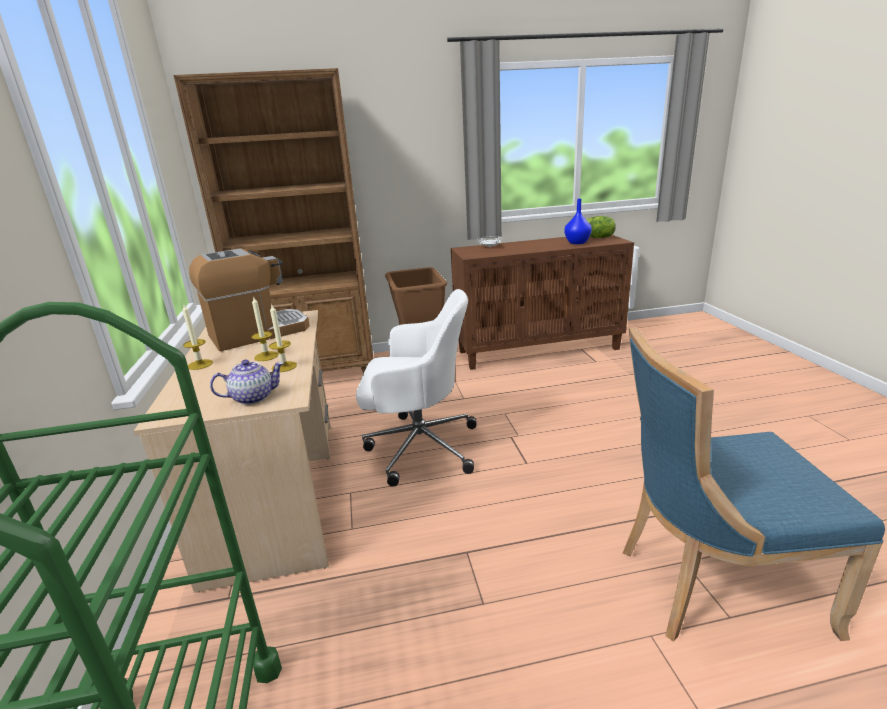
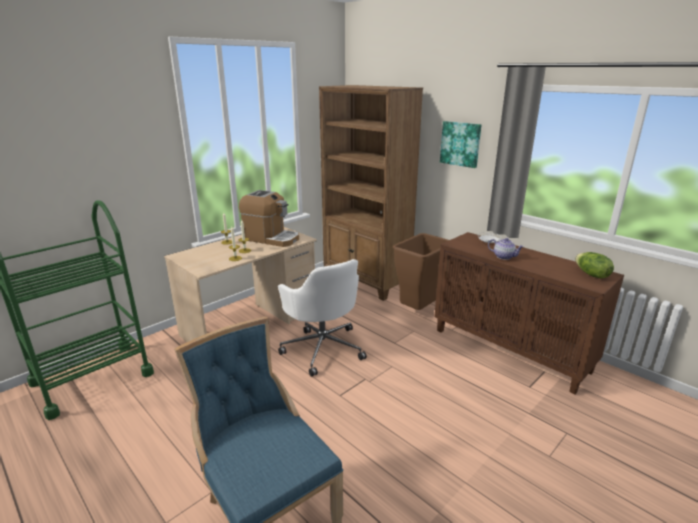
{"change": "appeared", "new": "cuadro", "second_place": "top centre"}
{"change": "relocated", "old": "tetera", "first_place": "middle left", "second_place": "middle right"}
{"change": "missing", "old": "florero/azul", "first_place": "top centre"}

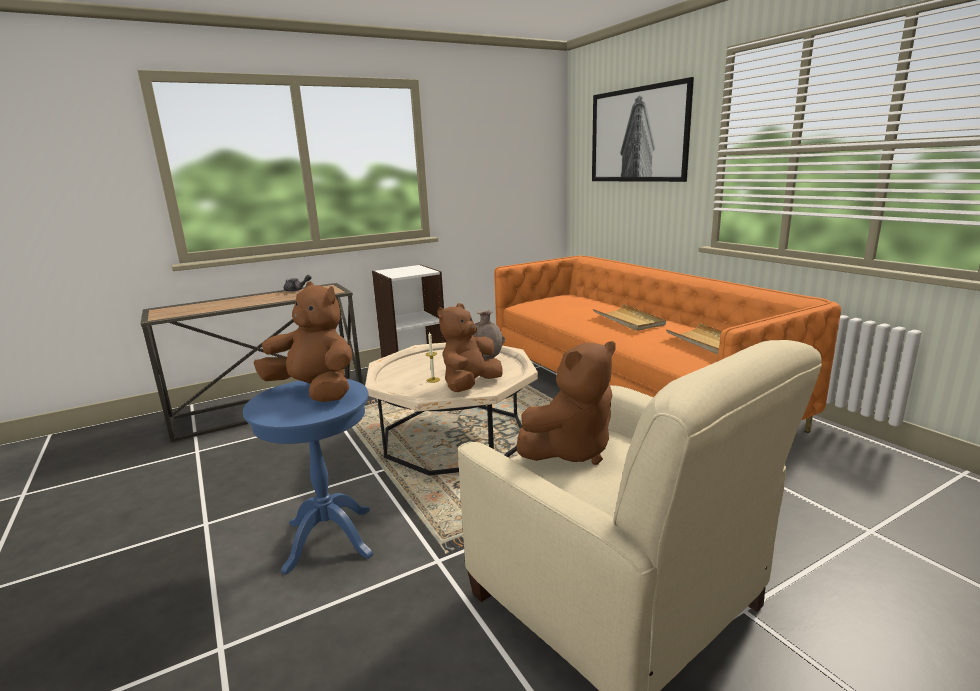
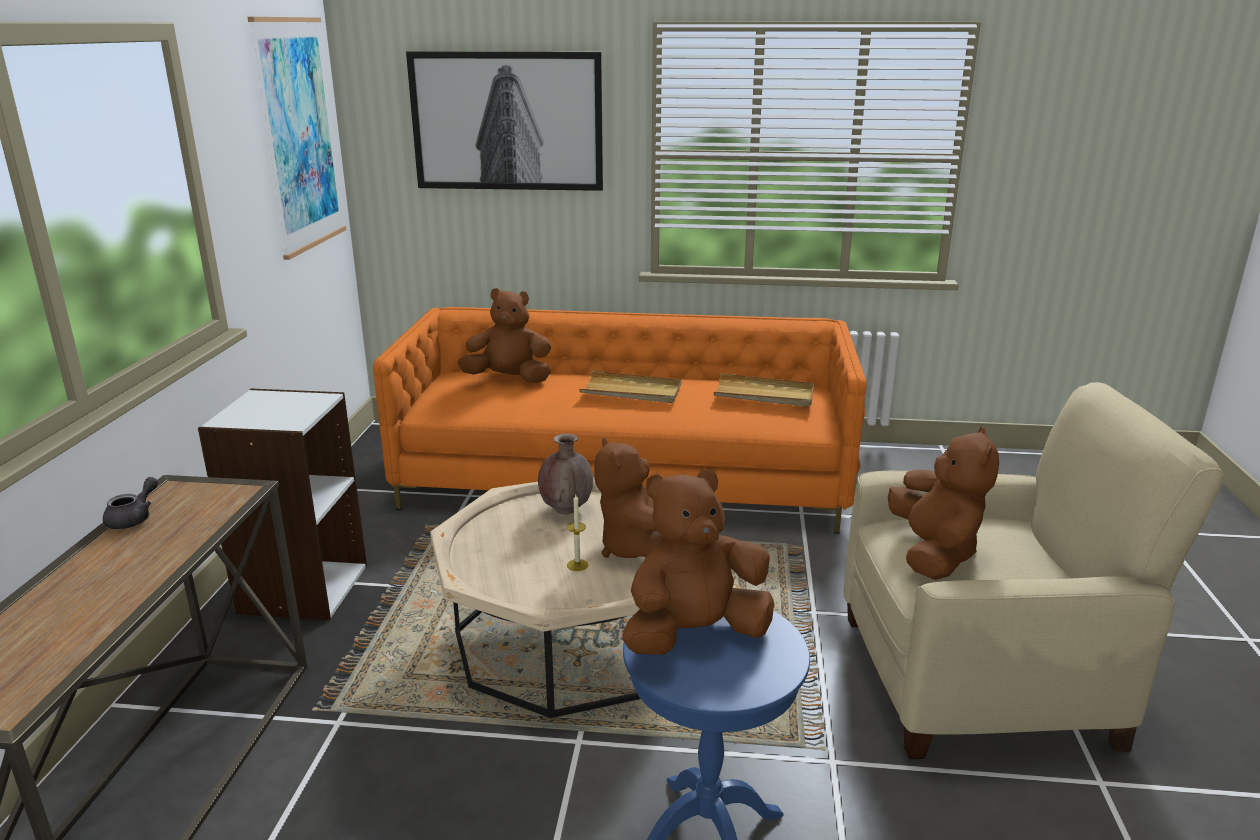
{"change": "appeared", "new": "cuadro (no. 1 from left)", "second_place": "top left"}
{"change": "appeared", "new": "peluche/marrón (no. 1 from left)", "second_place": "centre"}

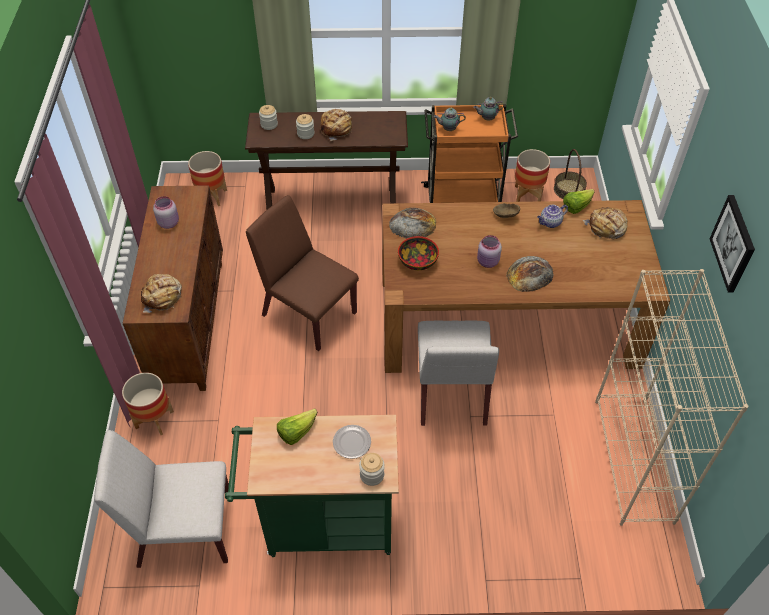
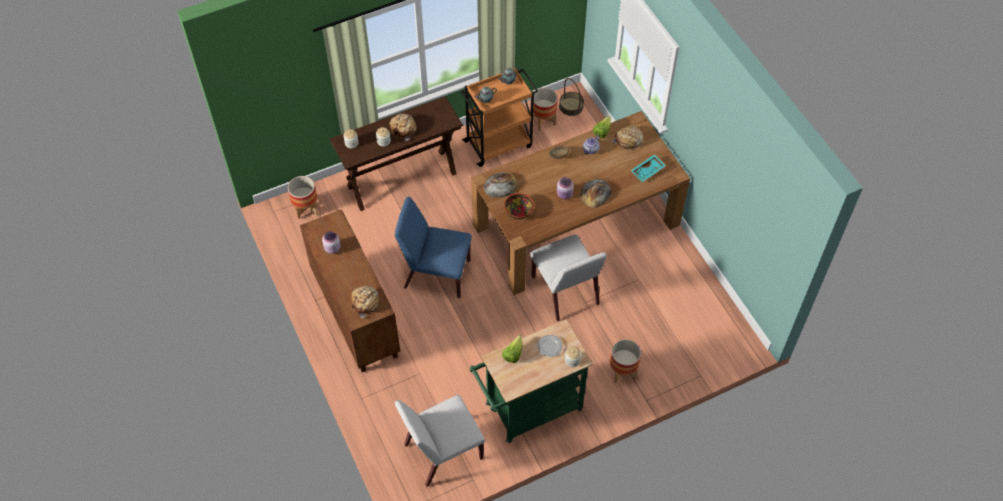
{"change": "colour", "old": "silla/marrón", "new": "silla/azul", "first_place": "centre", "second_place": "centre"}
{"change": "relocated", "old": "maceta (no. 1 from left in the first image)", "new": "maceta (no. 3 from left)", "first_place": "middle left", "second_place": "bottom centre"}
{"change": "appeared", "new": "bandeja/turquesa", "second_place": "centre"}
{"change": "missing", "old": "estantería/beis", "first_place": "middle right"}
{"change": "missing", "old": "cuadro", "first_place": "middle right"}

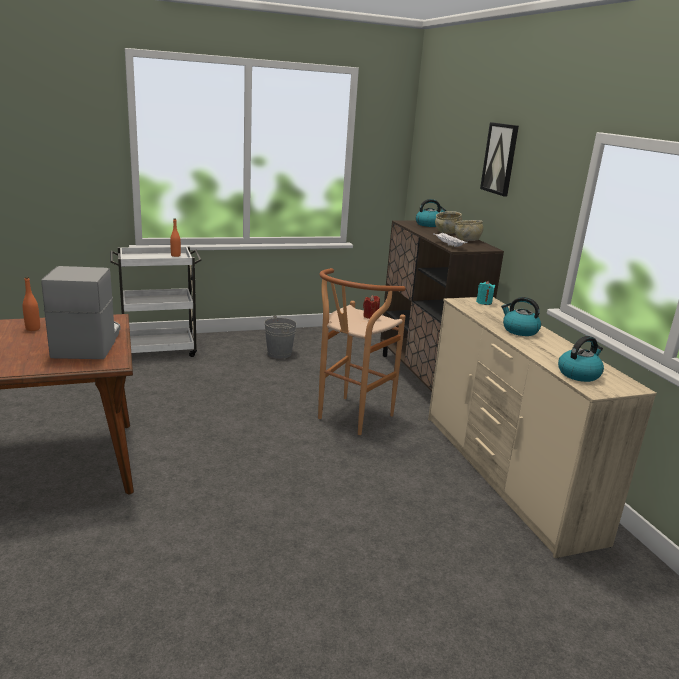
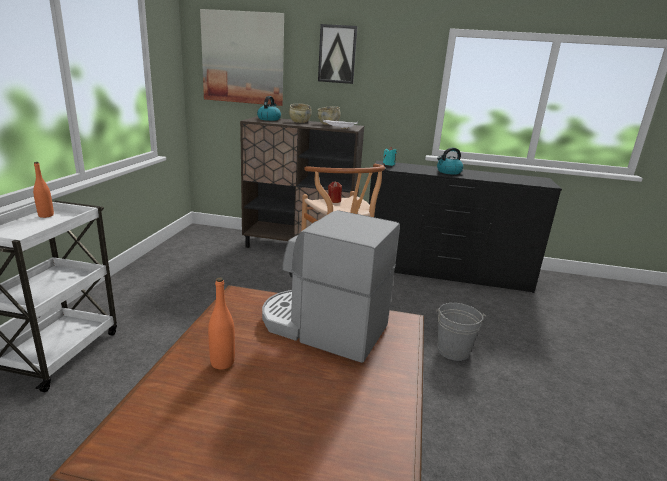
{"change": "appeared", "new": "cuadro (no. 1 from left)", "second_place": "top centre"}
{"change": "colour", "old": "cómoda/beis", "new": "cómoda/negro", "first_place": "middle right", "second_place": "middle right"}
{"change": "relocated", "old": "cubo/gris", "first_place": "centre", "second_place": "bottom right"}
{"change": "missing", "old": "hervidor (no. 3 from left)", "first_place": "middle right"}

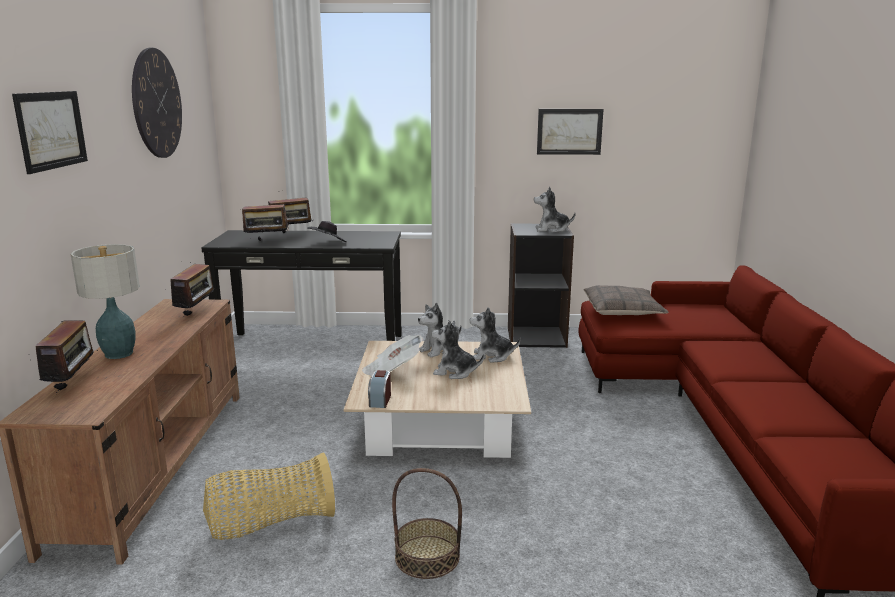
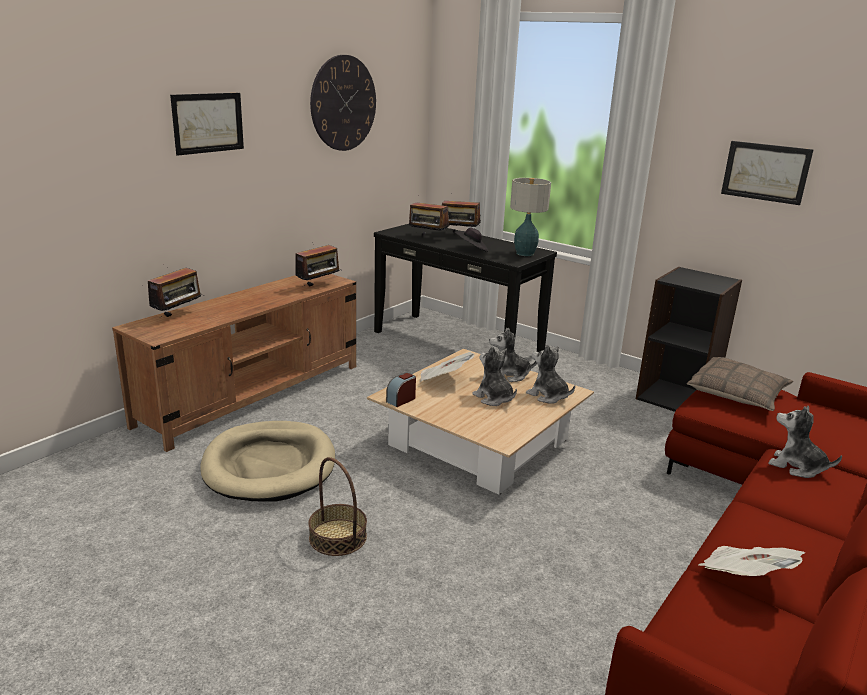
{"change": "exchanged", "old": "cesta (no. 1 from left)", "new": "cama para perro/beis", "first_place": "bottom left", "second_place": "middle left"}
{"change": "relocated", "old": "lámpara de mesa", "first_place": "middle left", "second_place": "top centre"}
{"change": "appeared", "new": "periódico (no. 2 from left)", "second_place": "bottom right"}
{"change": "relocated", "old": "peluche (no. 4 from left)", "first_place": "centre", "second_place": "middle right"}

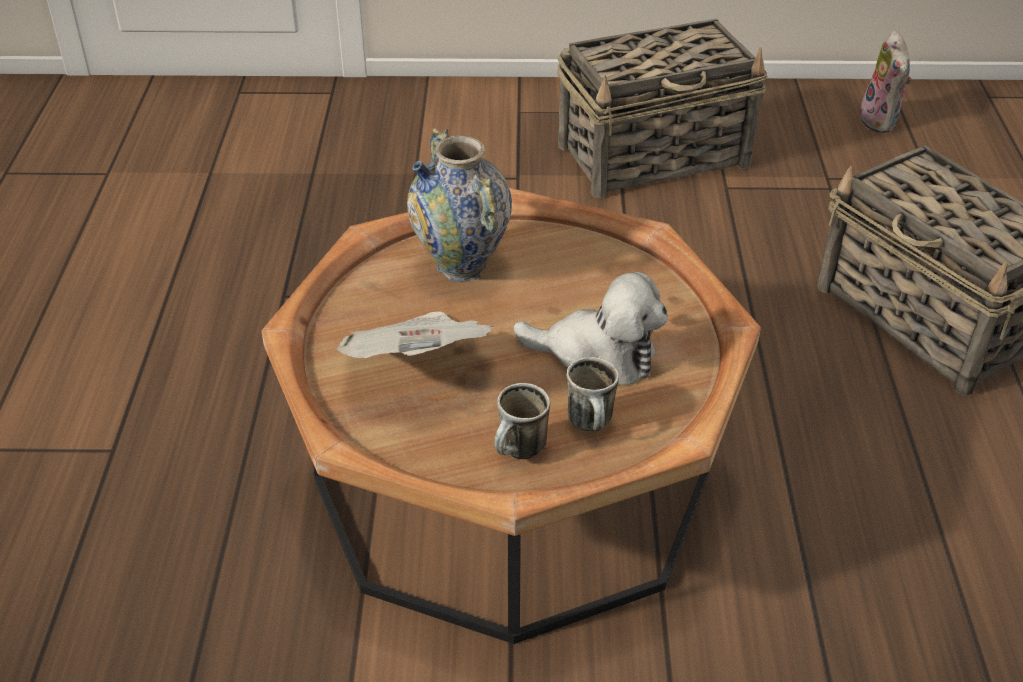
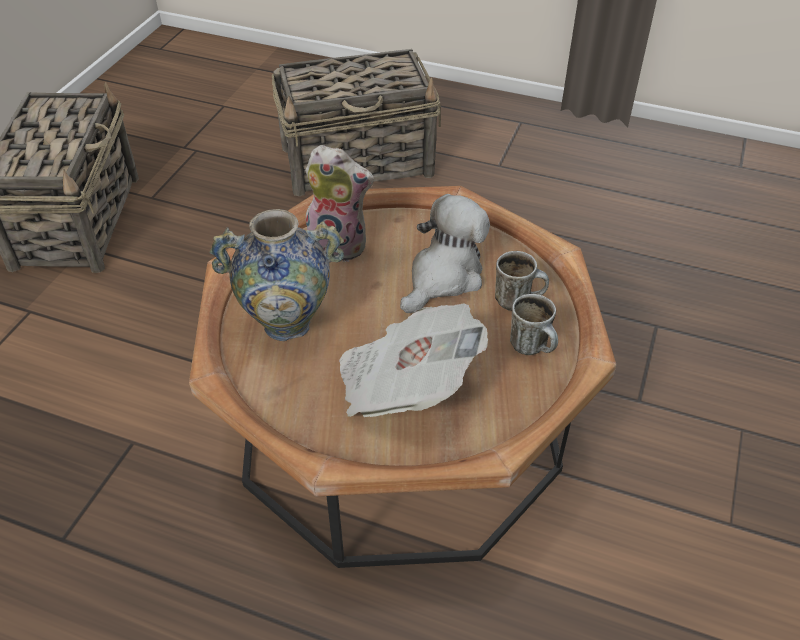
{"change": "relocated", "old": "peluche (no. 2 from left in the first image)", "new": "peluche (no. 1 from left)", "first_place": "top right", "second_place": "top centre"}

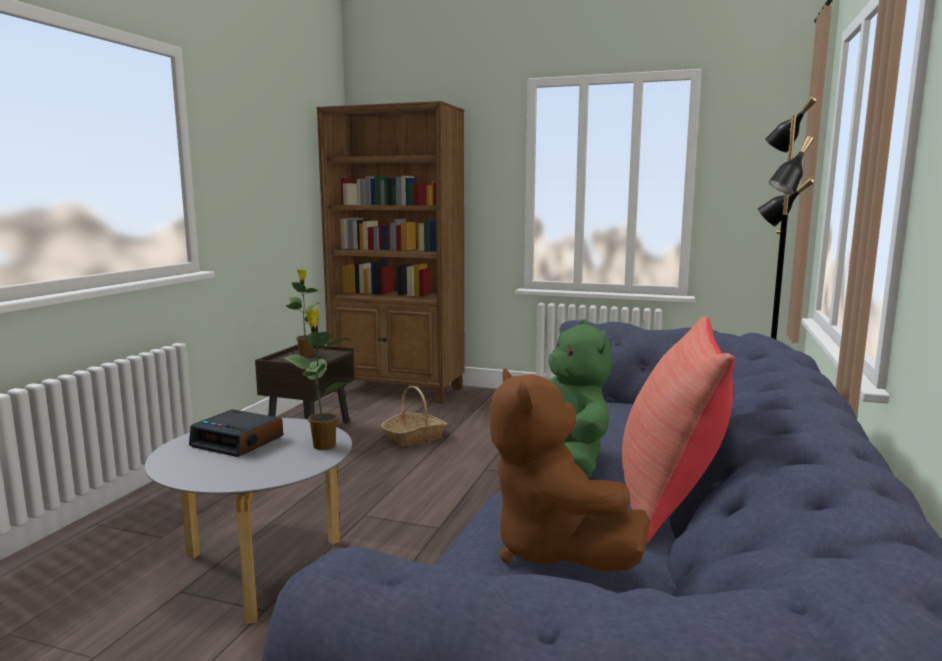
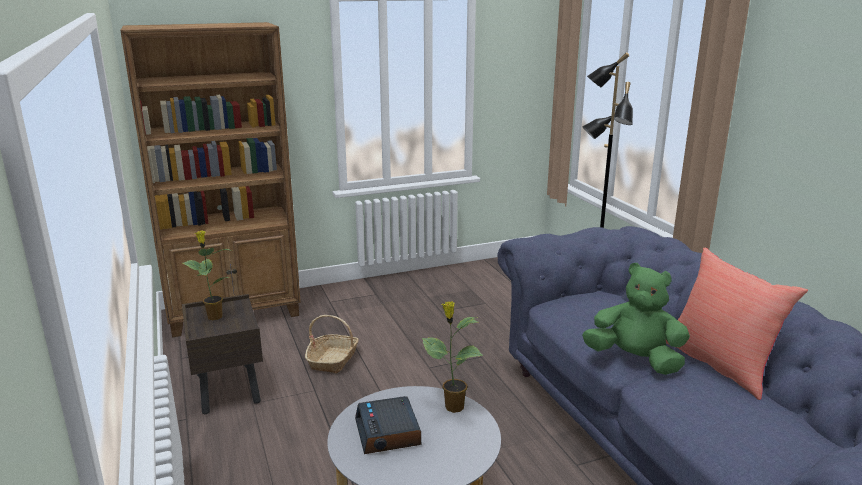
{"change": "spun", "old": "despertador", "first_place": "middle left", "second_place": "bottom centre", "degrees": 90}
{"change": "missing", "old": "peluche/marrón", "first_place": "bottom centre"}

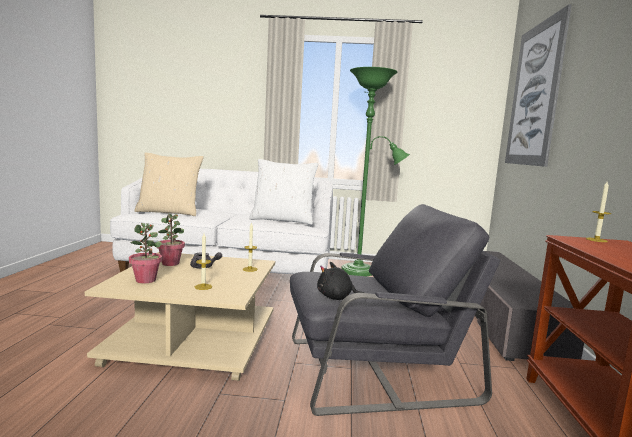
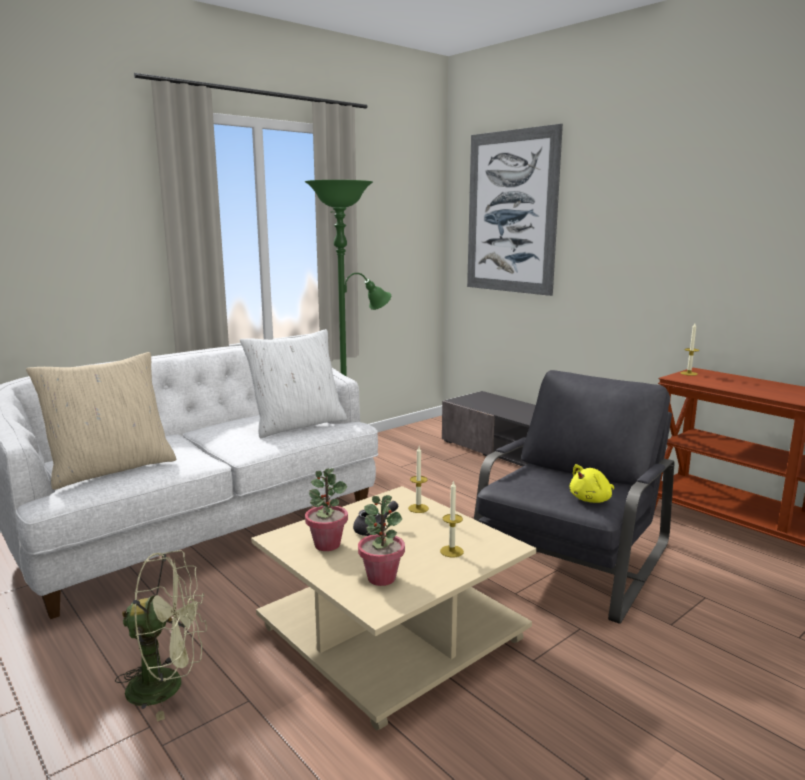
{"change": "appeared", "new": "ventilador/verde", "second_place": "bottom left"}
{"change": "colour", "old": "peluche/negro", "new": "peluche/amarillo", "first_place": "centre", "second_place": "middle right"}

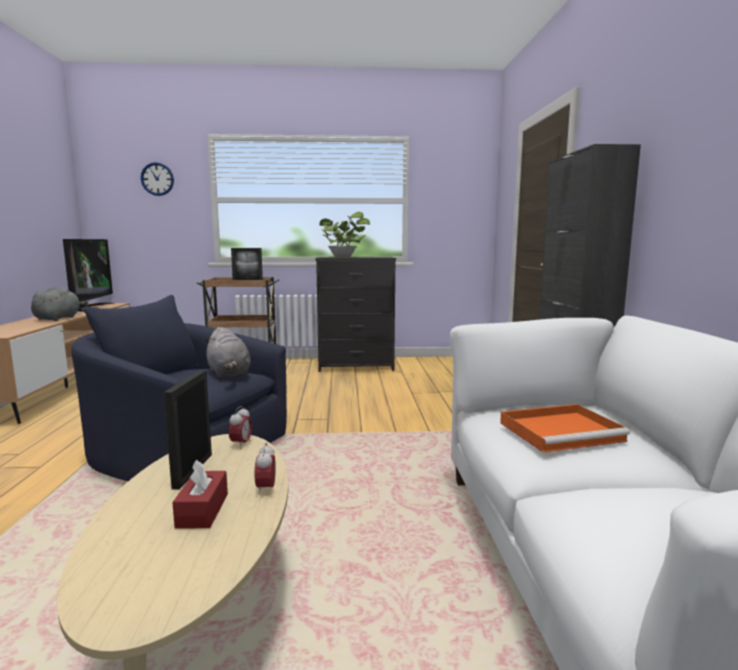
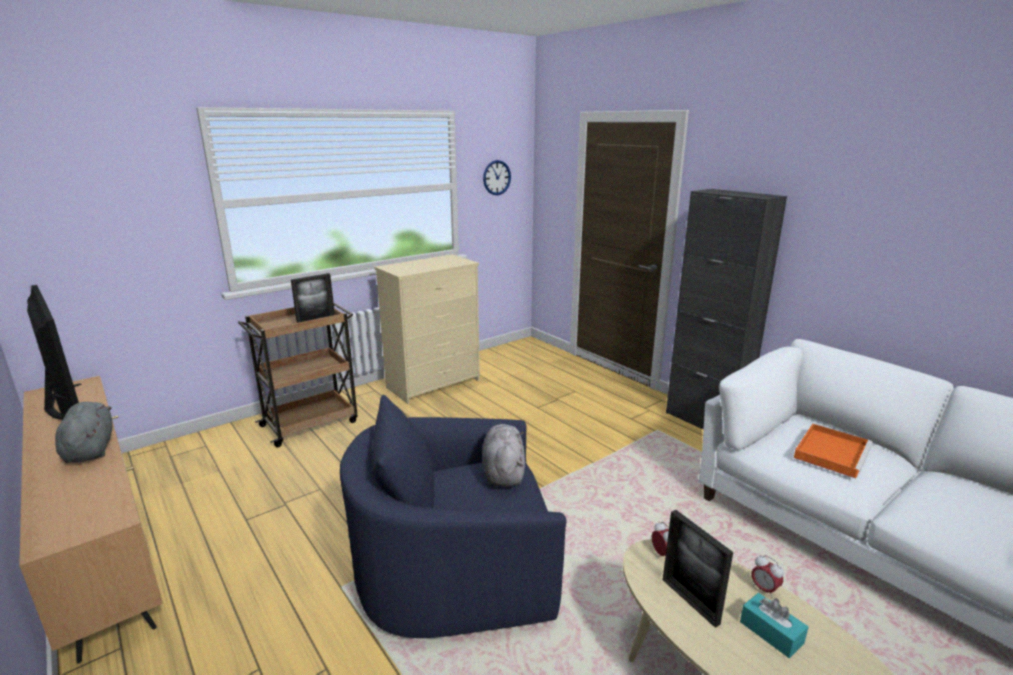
{"change": "colour", "old": "cómoda/negro", "new": "cómoda/beis", "first_place": "centre", "second_place": "centre"}
{"change": "spun", "old": "peluche/gris (no. 2 from left)", "first_place": "middle left", "second_place": "bottom centre", "degrees": -120}
{"change": "relocated", "old": "reloj de pared", "first_place": "top left", "second_place": "top centre"}
{"change": "colour", "old": "caja de pañuelos/rojo", "new": "caja de pañuelos/turquesa", "first_place": "bottom left", "second_place": "bottom right"}
{"change": "missing", "old": "planta en maceta", "first_place": "centre"}

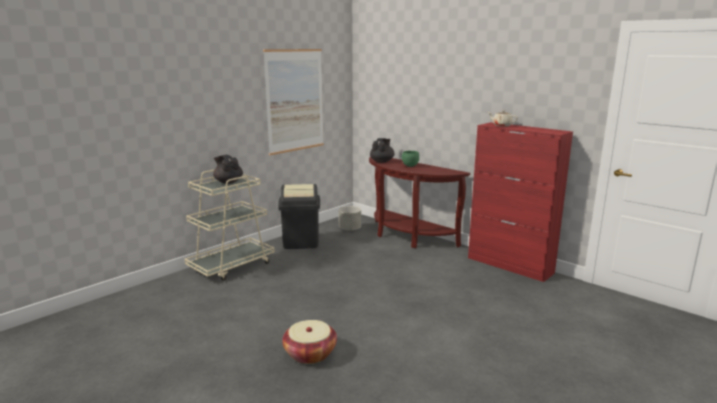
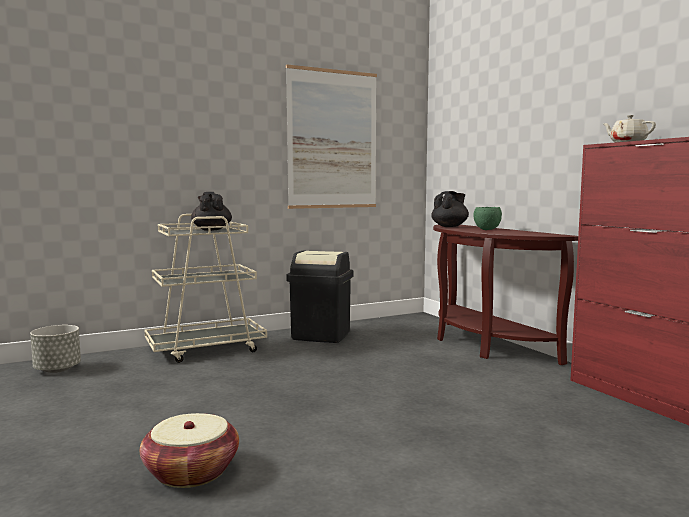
{"change": "relocated", "old": "maceta/gris", "first_place": "centre", "second_place": "bottom left"}

